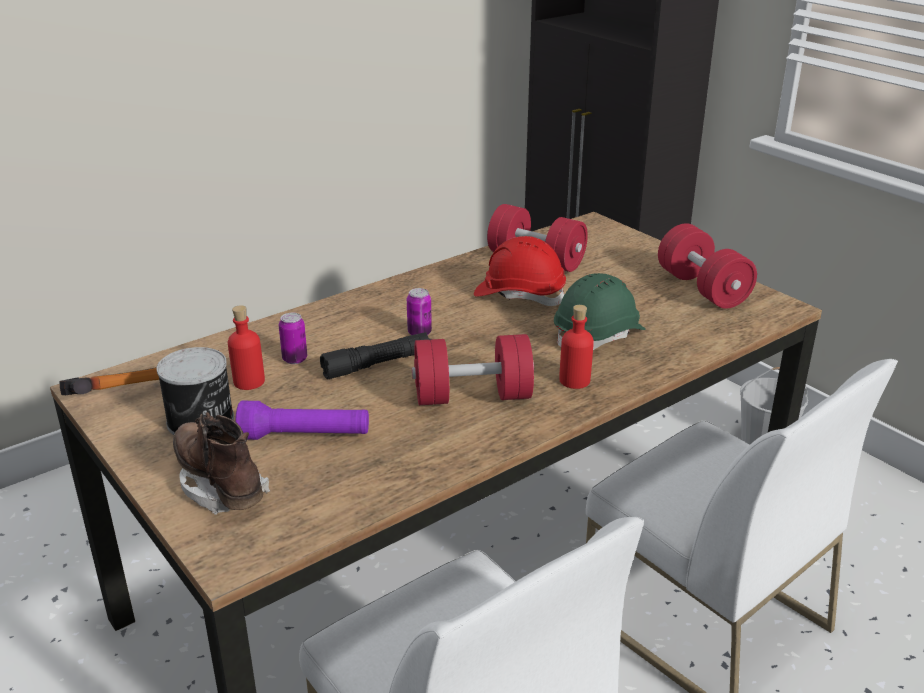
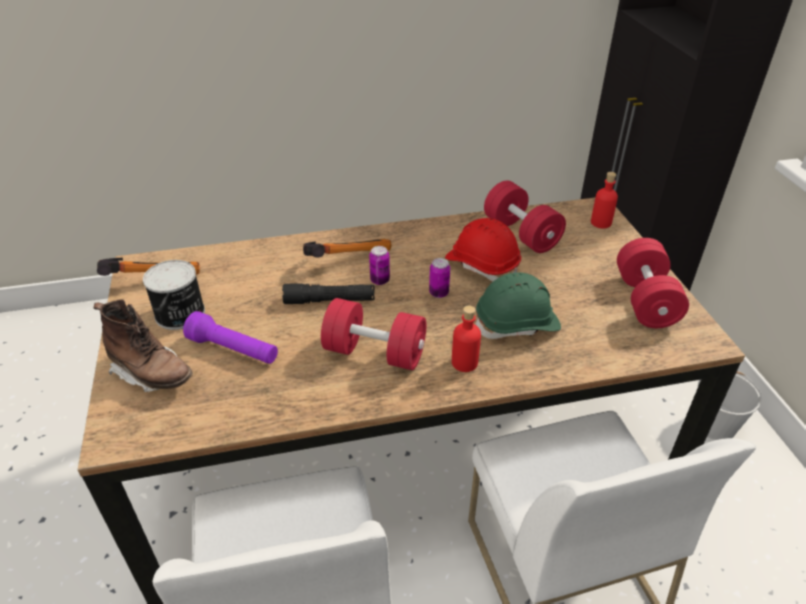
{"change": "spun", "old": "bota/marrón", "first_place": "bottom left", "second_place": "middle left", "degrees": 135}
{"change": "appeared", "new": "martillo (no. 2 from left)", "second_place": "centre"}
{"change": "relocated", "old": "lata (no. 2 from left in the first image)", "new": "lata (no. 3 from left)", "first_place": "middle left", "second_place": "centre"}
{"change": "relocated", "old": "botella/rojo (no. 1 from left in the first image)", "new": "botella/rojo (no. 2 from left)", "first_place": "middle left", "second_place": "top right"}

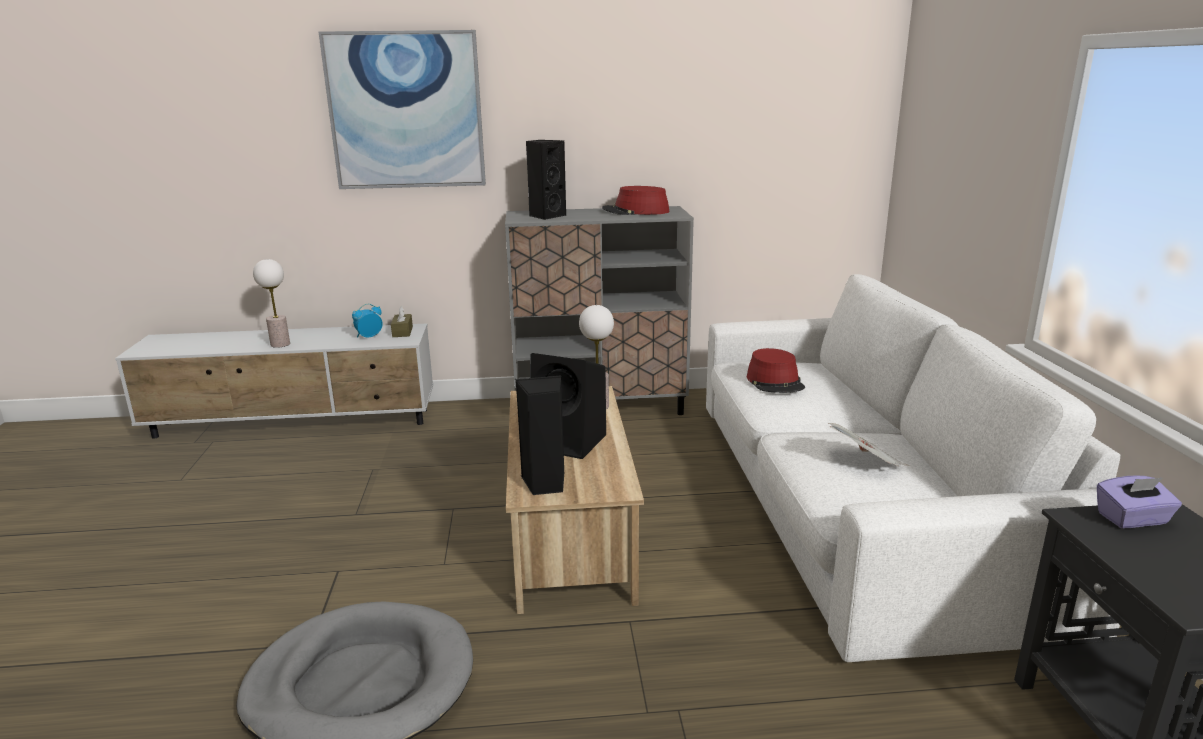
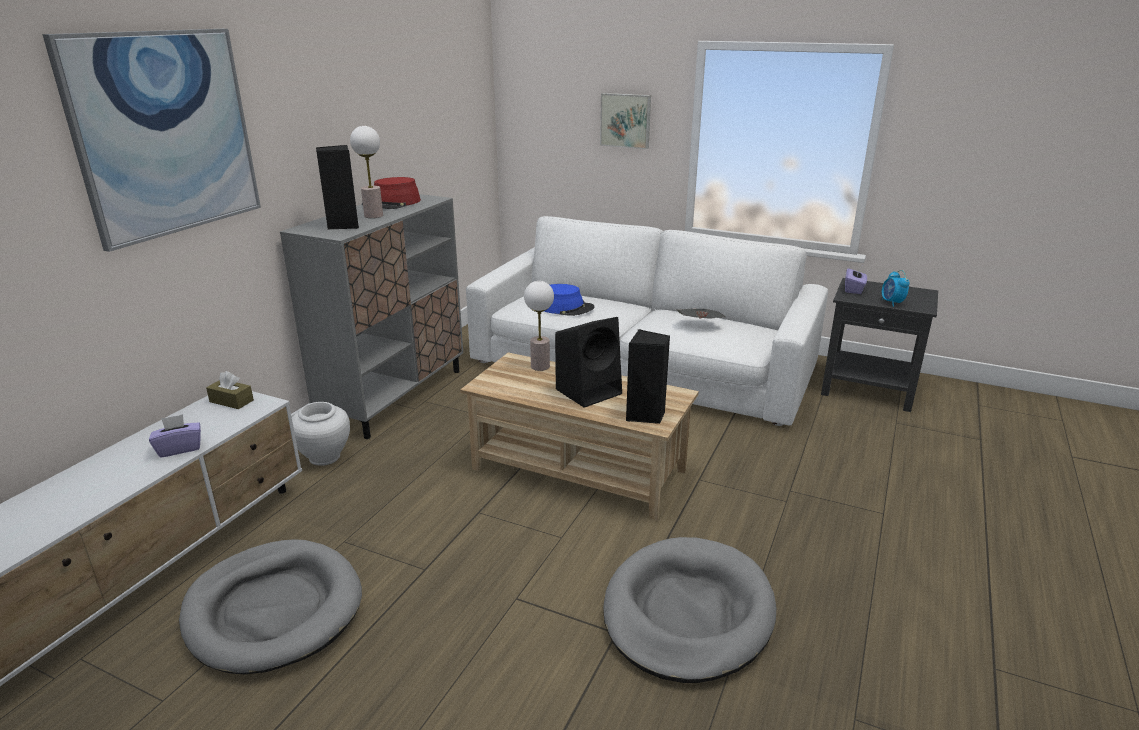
{"change": "appeared", "new": "caja de pañuelos/morado (no. 1 from left)", "second_place": "middle left"}
{"change": "appeared", "new": "cama para perro/gris (no. 1 from left)", "second_place": "bottom left"}
{"change": "appeared", "new": "florero/blanco", "second_place": "middle left"}
{"change": "relocated", "old": "lámpara de mesa (no. 1 from left)", "first_place": "middle left", "second_place": "top left"}
{"change": "colour", "old": "sombrero/rojo (no. 2 from left)", "new": "sombrero/azul", "first_place": "centre", "second_place": "centre"}
{"change": "appeared", "new": "cuadro (no. 2 from left)", "second_place": "top centre"}
{"change": "relocated", "old": "despertador", "first_place": "middle left", "second_place": "middle right"}

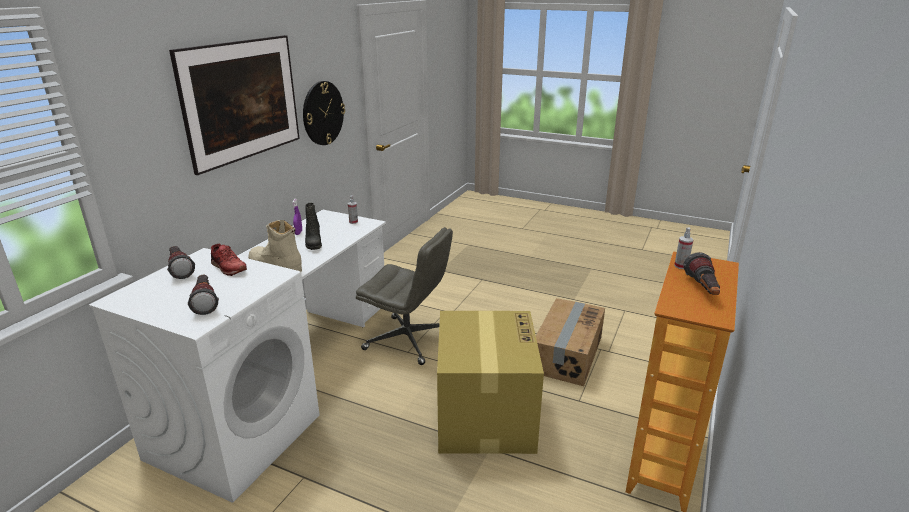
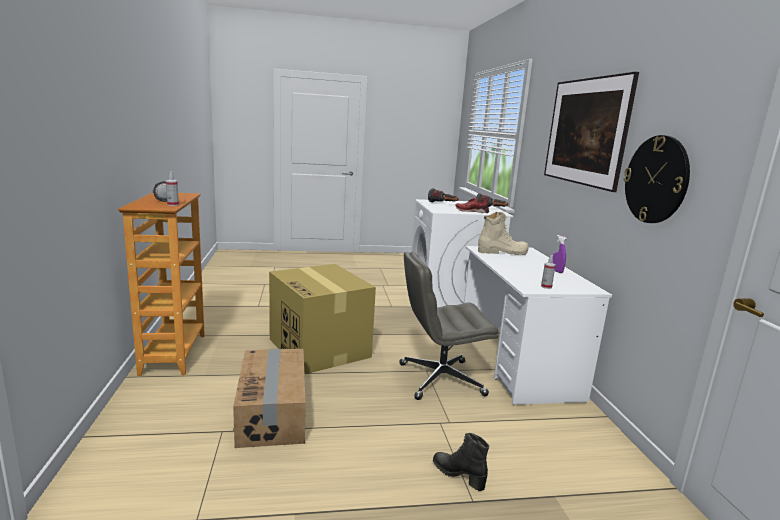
{"change": "relocated", "old": "bota/negro", "first_place": "centre", "second_place": "bottom centre"}

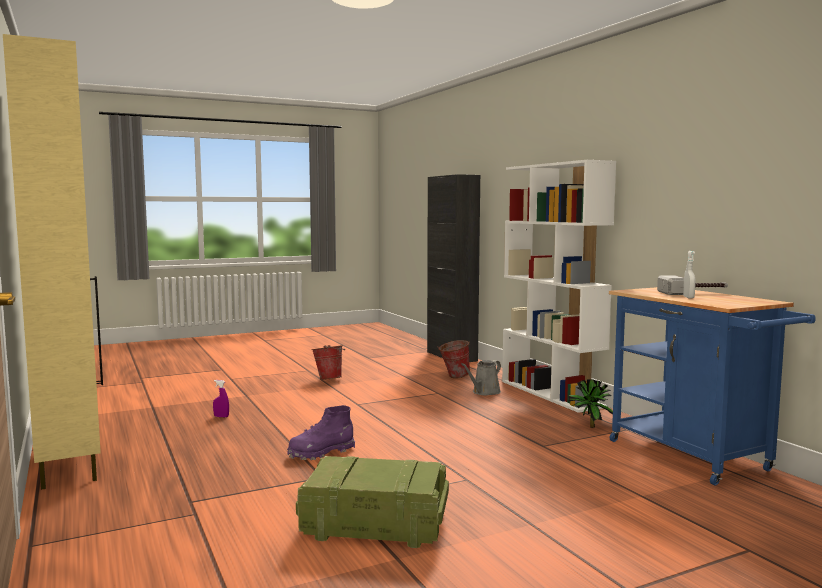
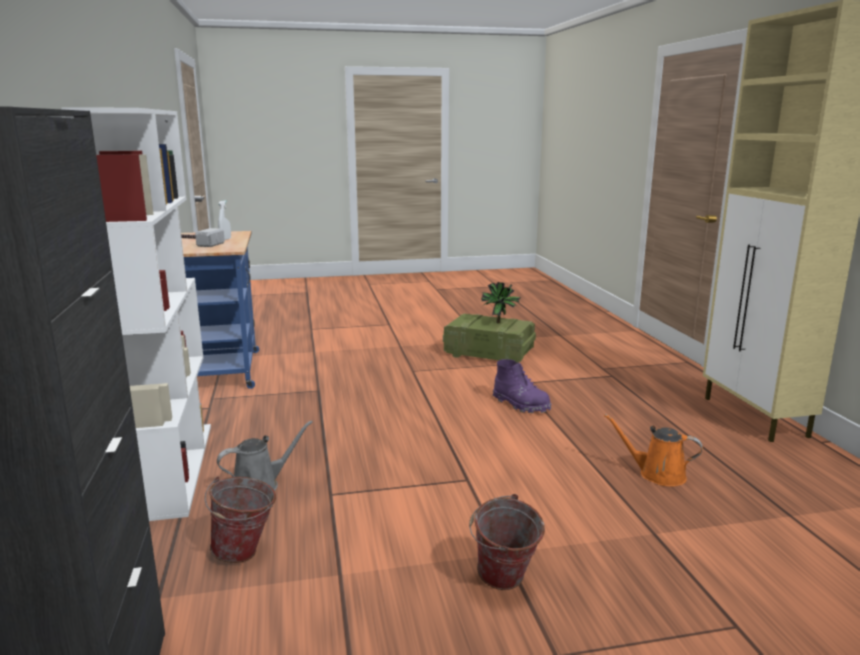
{"change": "relocated", "old": "planta en maceta", "first_place": "bottom right", "second_place": "centre"}
{"change": "spun", "old": "bota/morado", "first_place": "bottom centre", "second_place": "centre", "degrees": 60}
{"change": "exchanged", "old": "pulverizador/morado", "new": "regadera/naranja", "first_place": "bottom left", "second_place": "bottom right"}

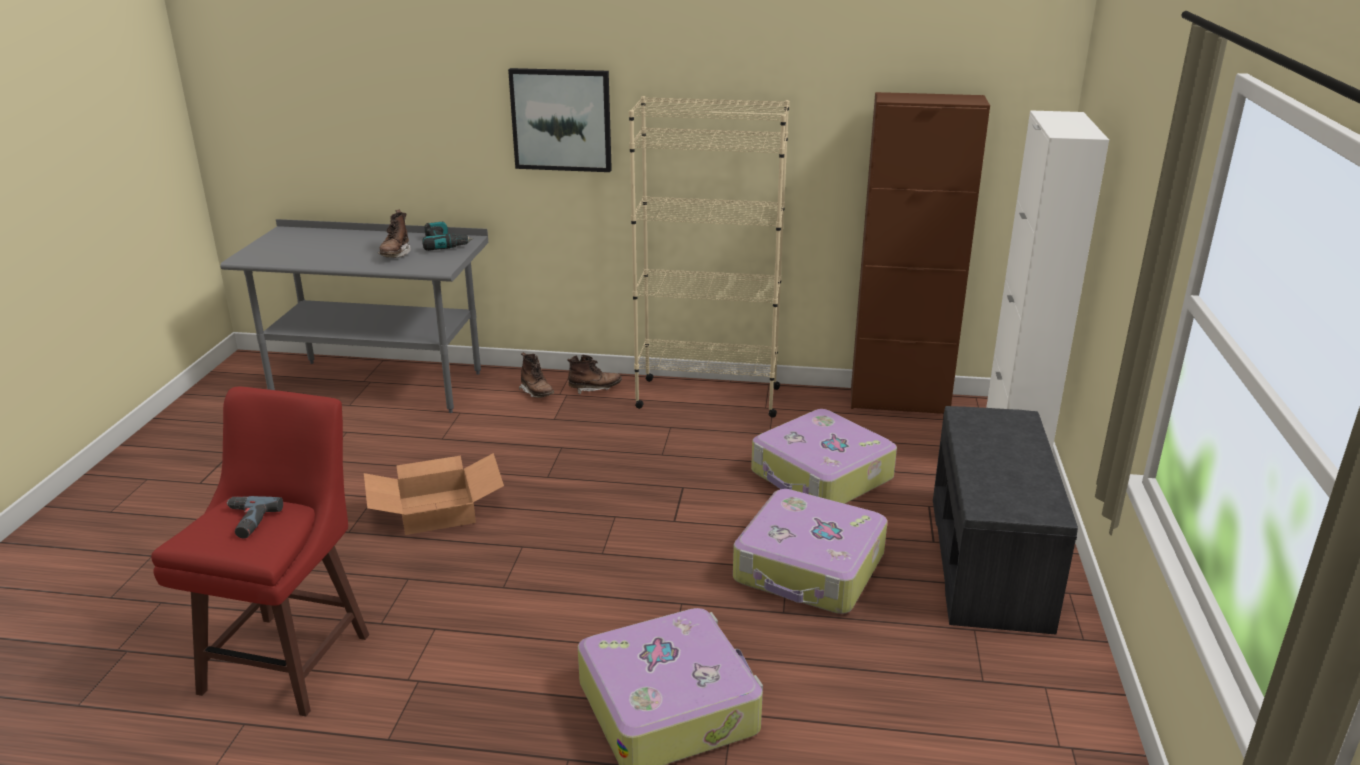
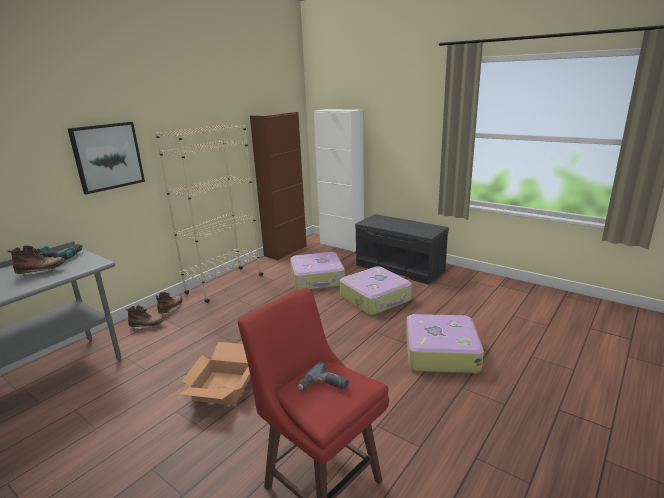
{"change": "spun", "old": "bota/marrón (no. 1 from left)", "first_place": "top left", "second_place": "middle left", "degrees": -60}

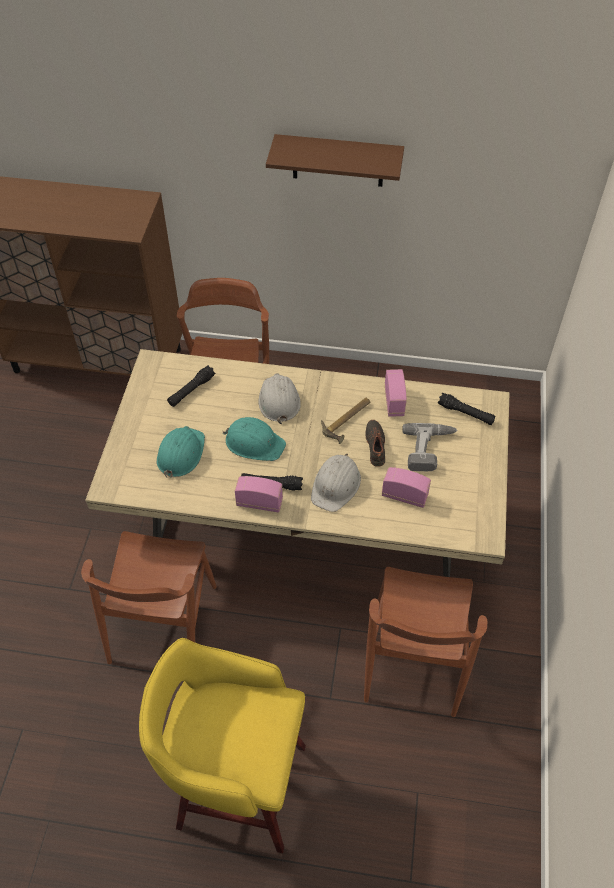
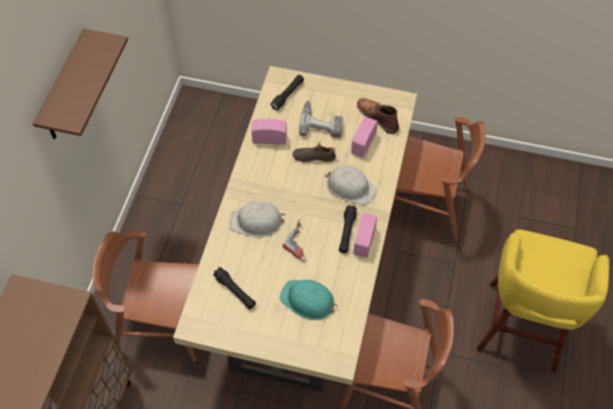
{"change": "exchanged", "old": "casco/turquesa (no. 2 from left)", "new": "taladro (no. 1 from left)", "first_place": "centre", "second_place": "centre"}
{"change": "appeared", "new": "bota/marrón", "second_place": "top centre"}
{"change": "missing", "old": "martillo", "first_place": "centre"}

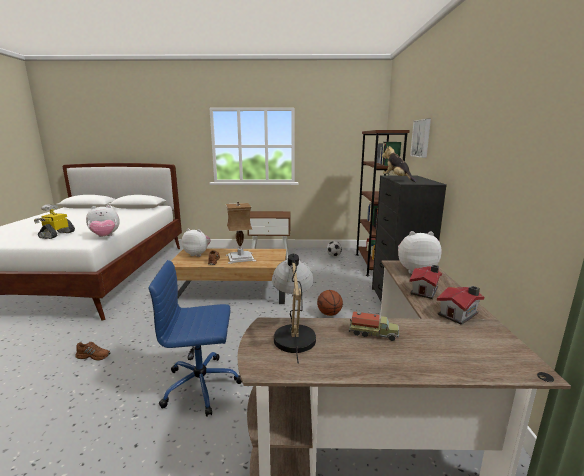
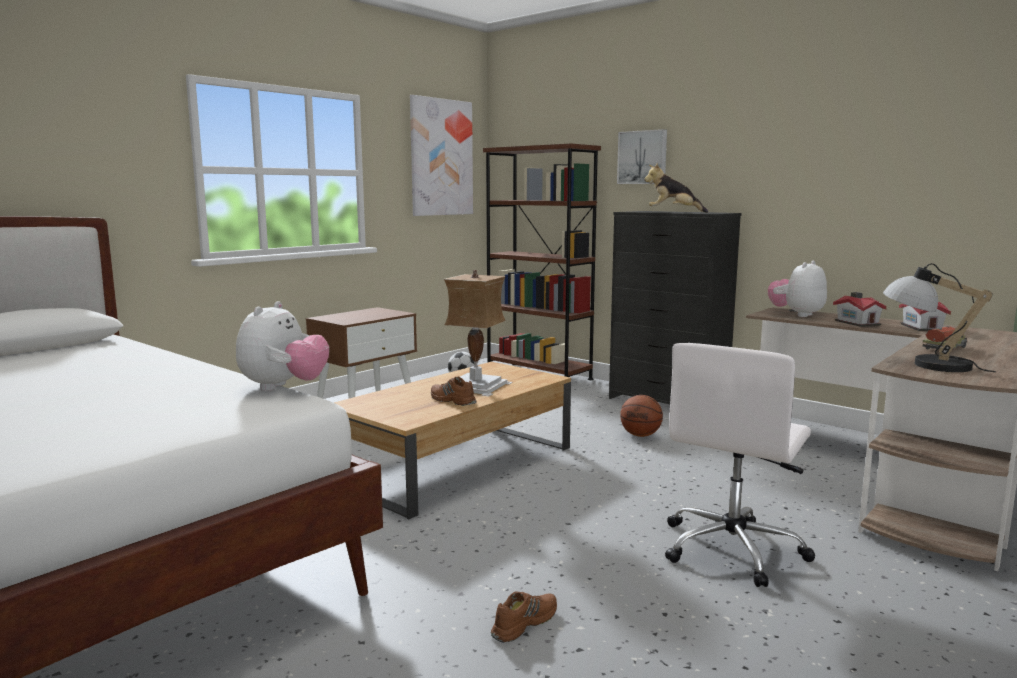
{"change": "appeared", "new": "cuadro (no. 1 from left)", "second_place": "top centre"}
{"change": "colour", "old": "silla de oficina/azul", "new": "silla de oficina/blanco", "first_place": "bottom centre", "second_place": "bottom right"}
{"change": "missing", "old": "robot de juguete", "first_place": "middle left"}
{"change": "missing", "old": "peluche (no. 2 from left)", "first_place": "centre"}

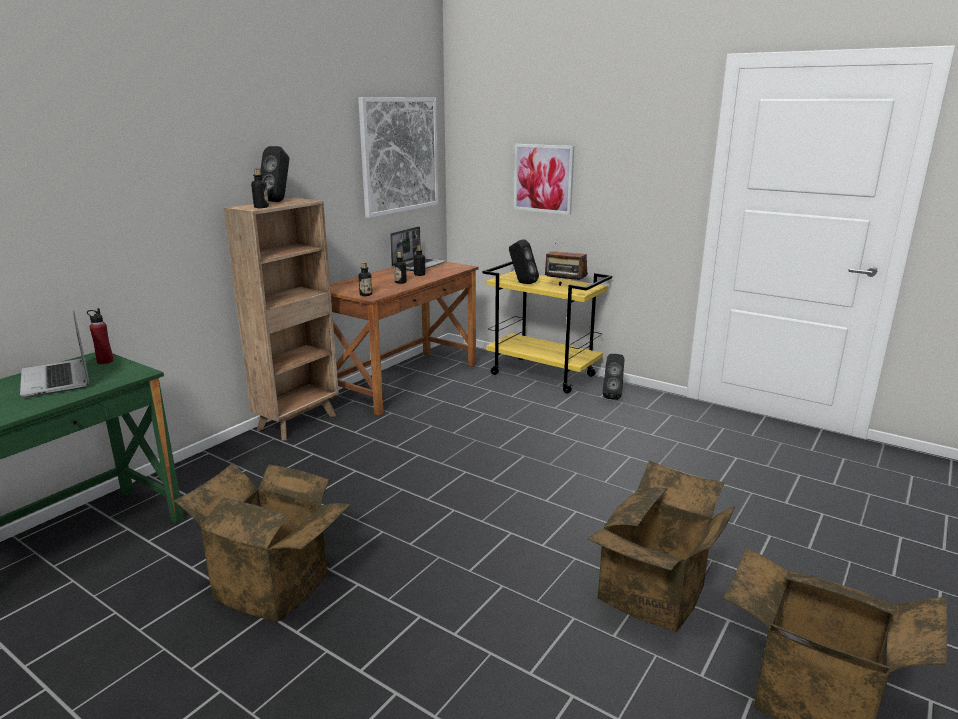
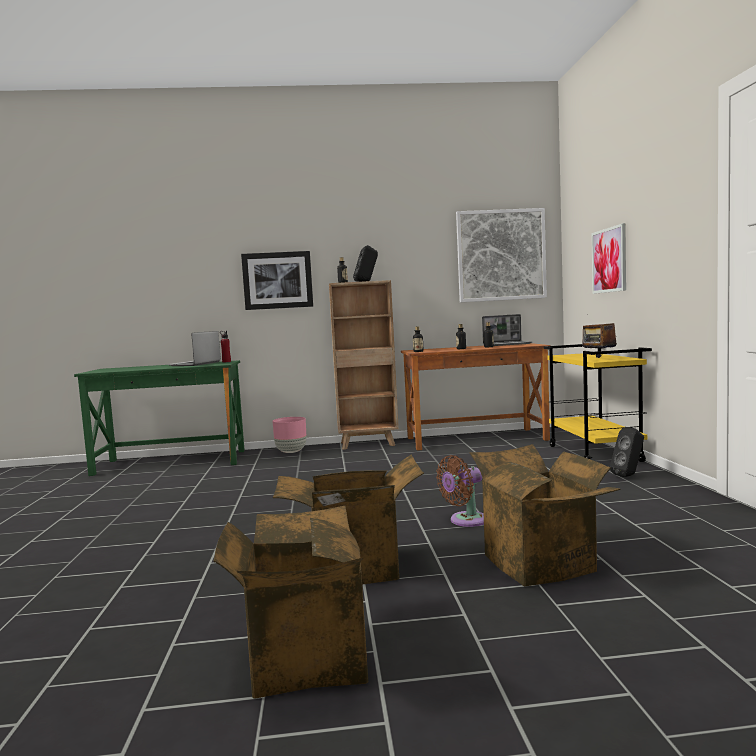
{"change": "appeared", "new": "cuadro (no. 1 from left)", "second_place": "centre"}
{"change": "appeared", "new": "maceta/rosa", "second_place": "centre"}
{"change": "appeared", "new": "ventilador/marrón", "second_place": "centre"}
{"change": "relocated", "old": "caja de cartón (no. 1 from left in the first image)", "new": "caja de cartón (no. 3 from left)", "first_place": "bottom left", "second_place": "bottom right"}
{"change": "missing", "old": "altavoz/negro (no. 2 from left)", "first_place": "centre"}

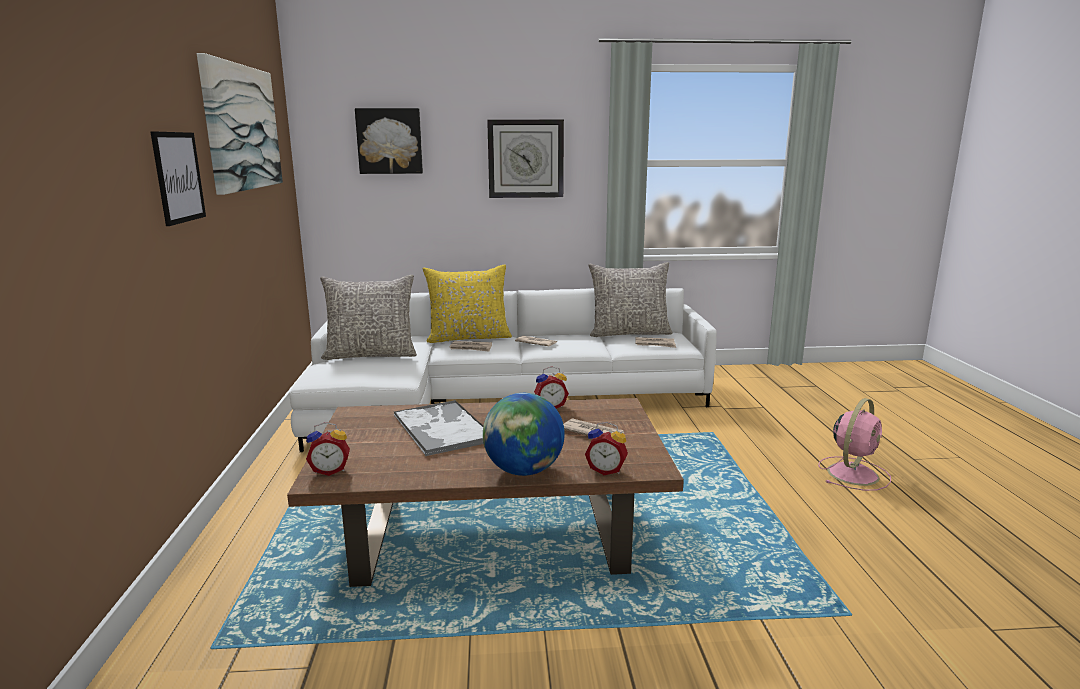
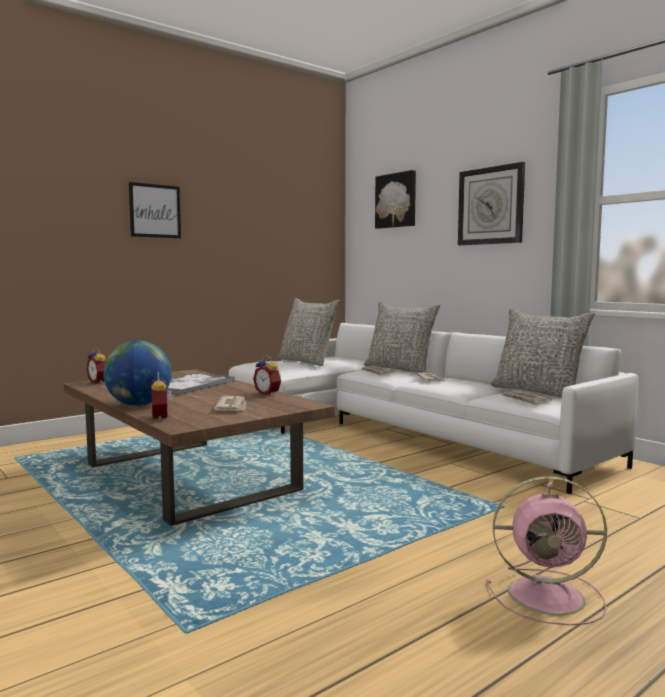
{"change": "colour", "old": "cojín/amarillo", "new": "cojín/gris (no. 2 from left)", "first_place": "centre", "second_place": "centre"}
{"change": "missing", "old": "cuadro (no. 2 from left)", "first_place": "top left"}

